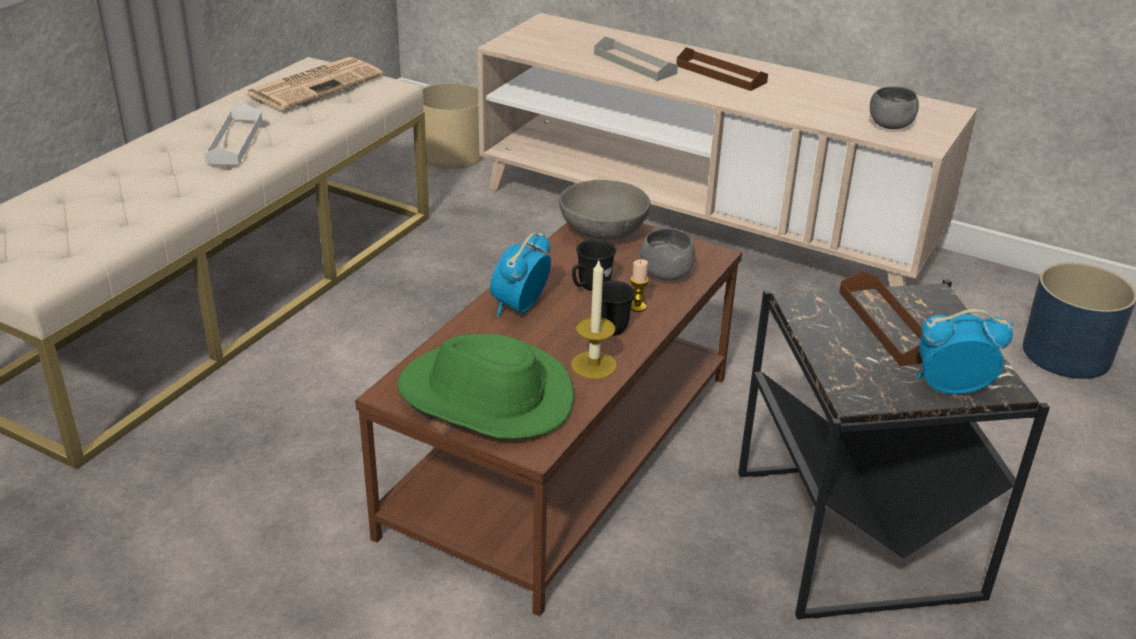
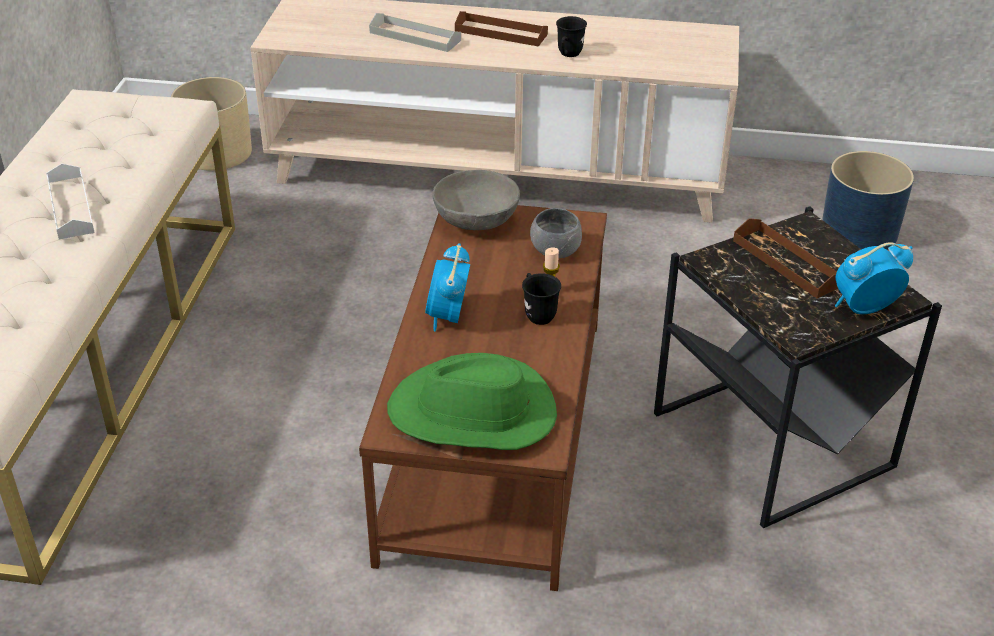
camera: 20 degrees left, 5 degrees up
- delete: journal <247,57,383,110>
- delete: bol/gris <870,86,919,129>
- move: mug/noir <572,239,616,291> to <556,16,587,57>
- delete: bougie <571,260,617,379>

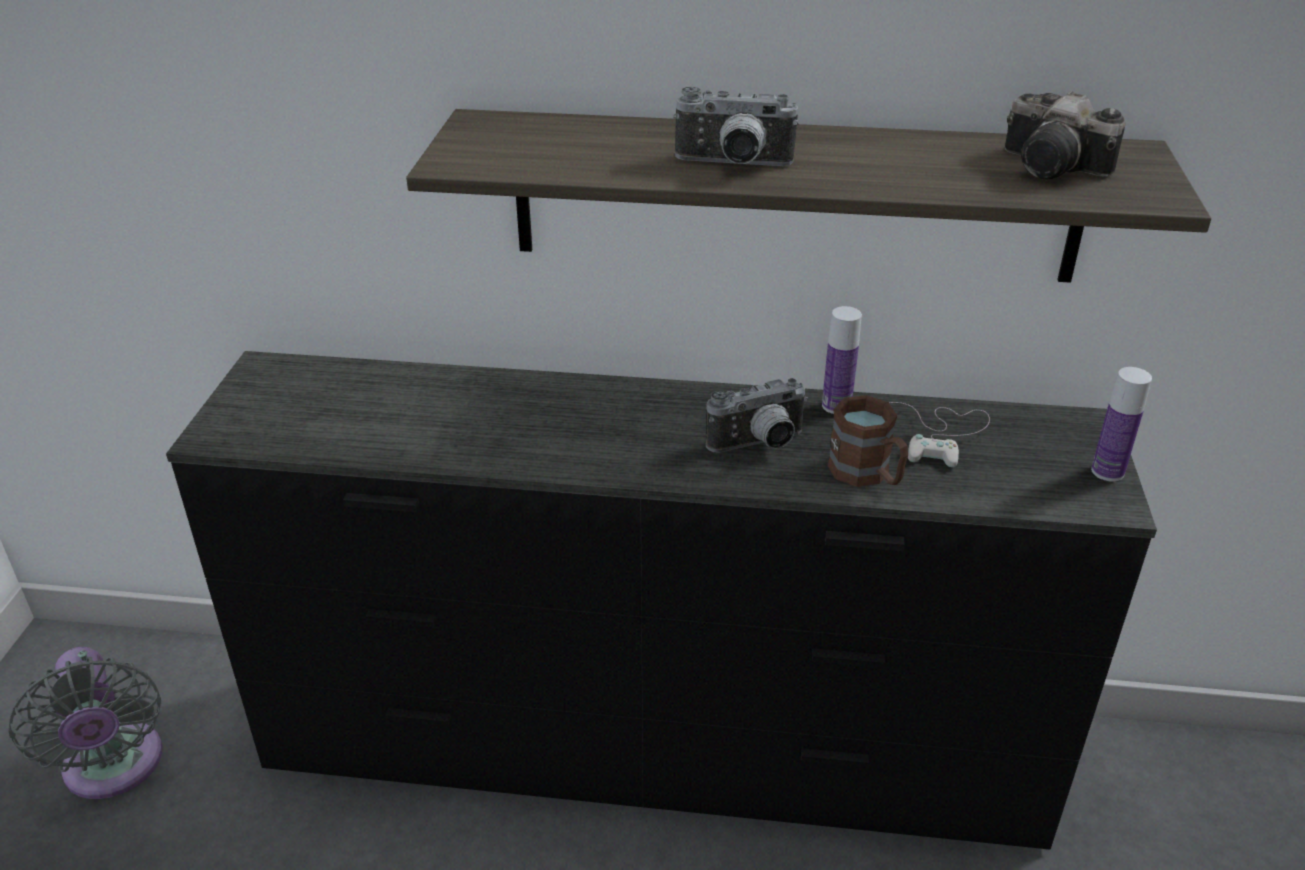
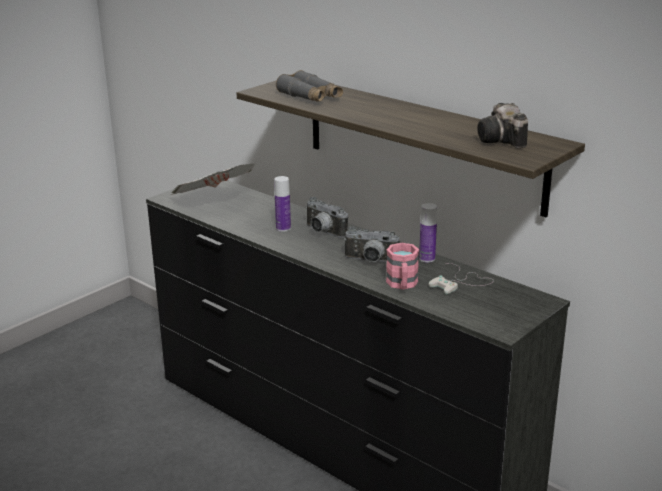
camera: 35 degrees right, 10 degrees down
- move: appareil photo <673,87,799,166> to <305,197,348,238>
- move: bouteille <1091,367,1152,482> to <274,176,291,232>
- recolor: mug/marron <828,395,908,487> to mug/rose <386,243,419,289>
- delete: ventilateur/gris <8,647,162,799>
- insert: jumelles/gris <276,70,343,102>
- insert: journal <170,164,255,195>

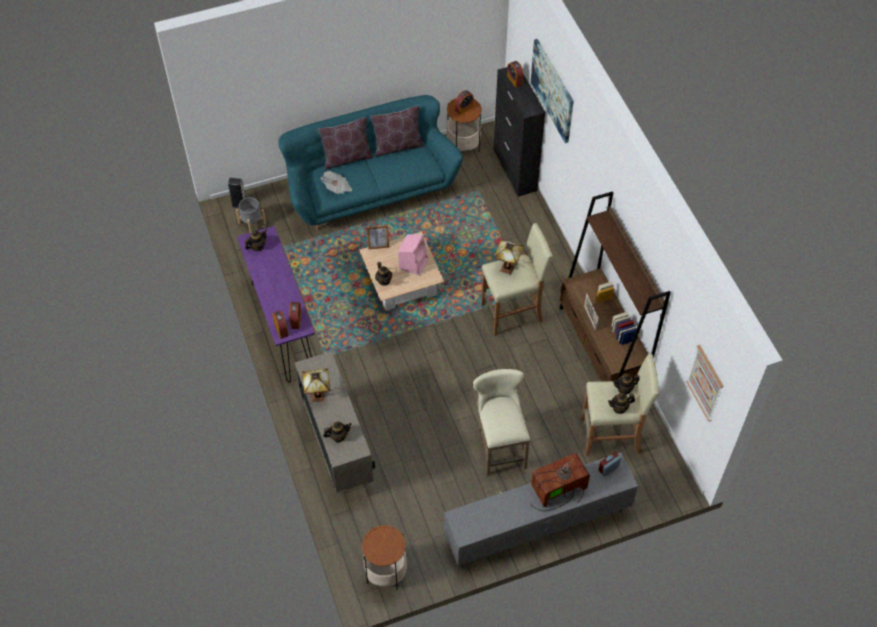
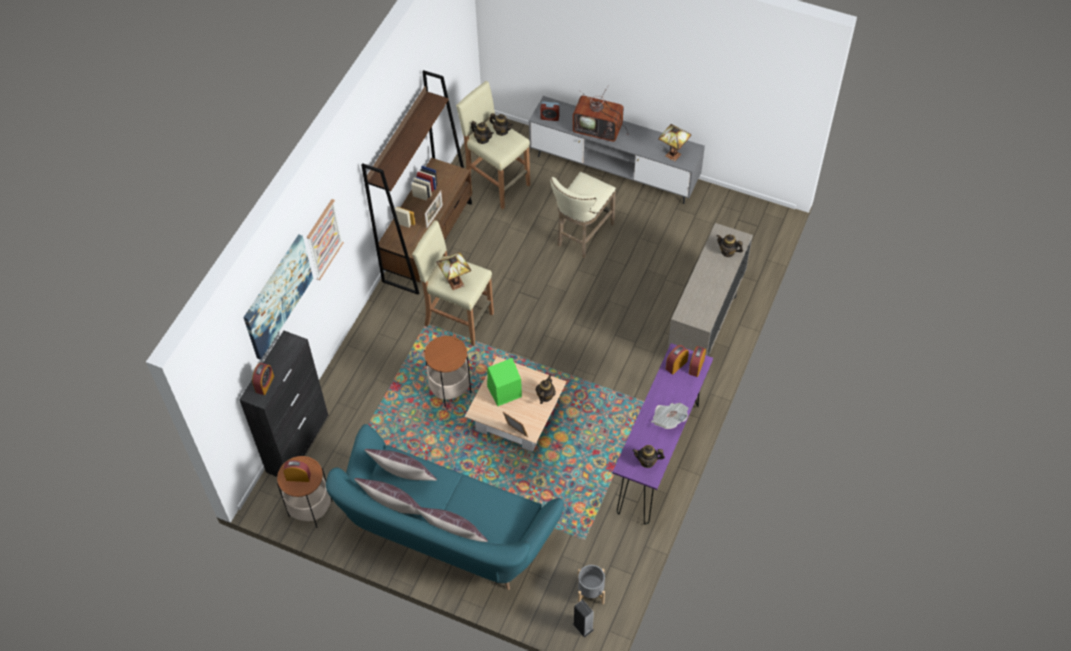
camera: 135 degrees left, 0 degrees up
- move: journal <321,171,352,194> to <651,403,689,429>
- recolor: enceinte/rose <398,234,428,276> to enceinte/vert <487,358,522,406>
- move: tableau <686,345,724,422> to <307,199,344,280>
- move: lampe de table <302,369,331,402> to <658,124,692,162>
- move: table d'appoint <362,525,407,590> to <424,336,472,407>
- insert: coussin/marron <365,449,437,481>

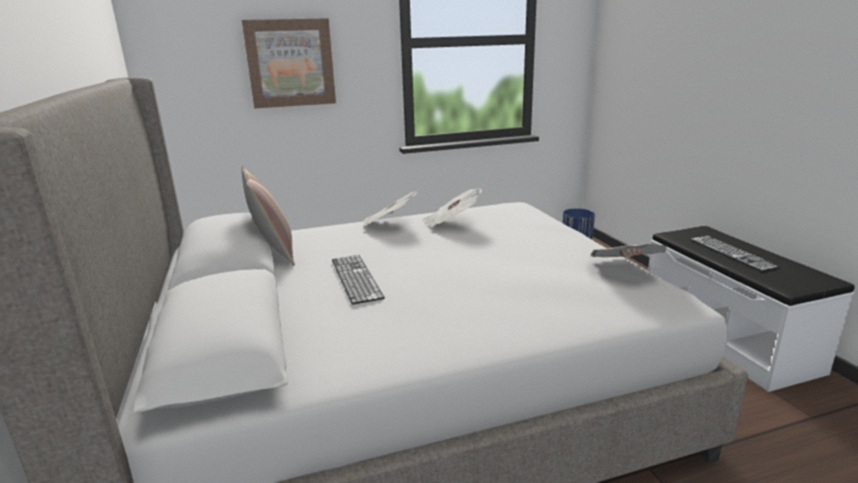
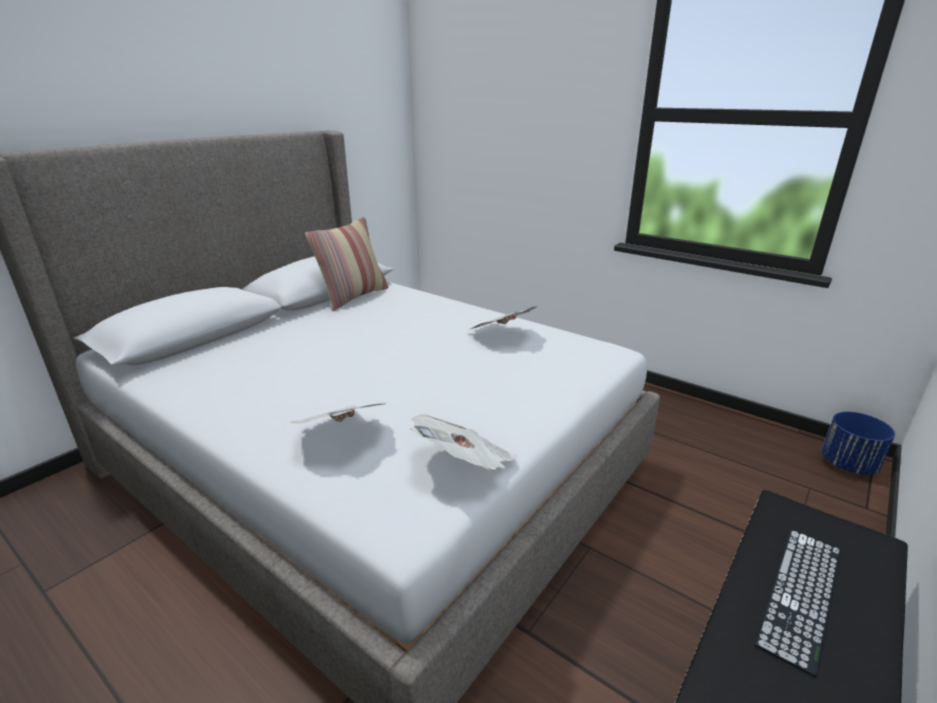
camera: 55 degrees right, 5 degrees up
- delete: tableau <242,18,336,108>
- move: journal <363,192,417,227> to <290,404,382,423>
- delete: clavier <332,255,385,305>

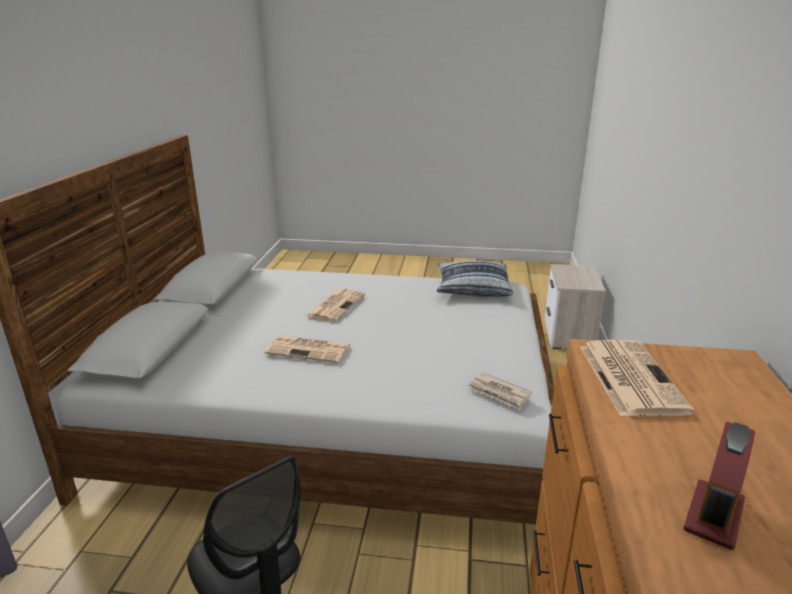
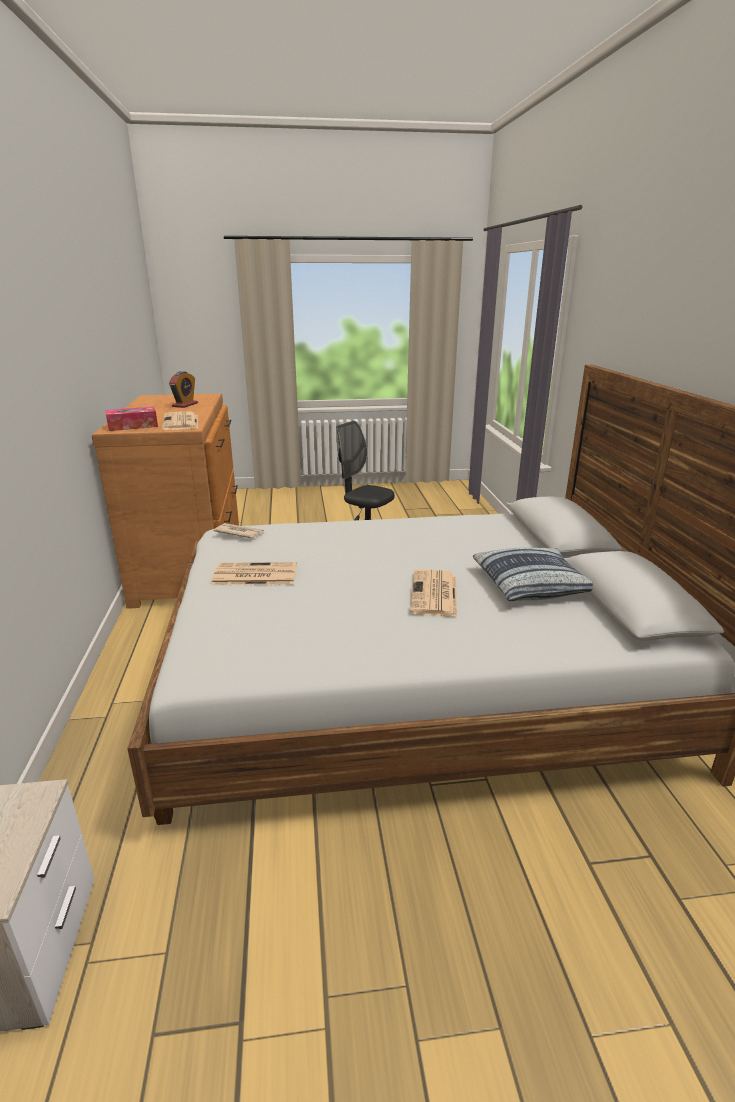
camera: 165 degrees right, 0 degrees up
- move: coussin <437,260,513,297> to <473,548,593,601>
- move: journal <265,335,350,363> to <211,562,297,585>
- insert: boîte à mouchoirs <105,407,158,431>

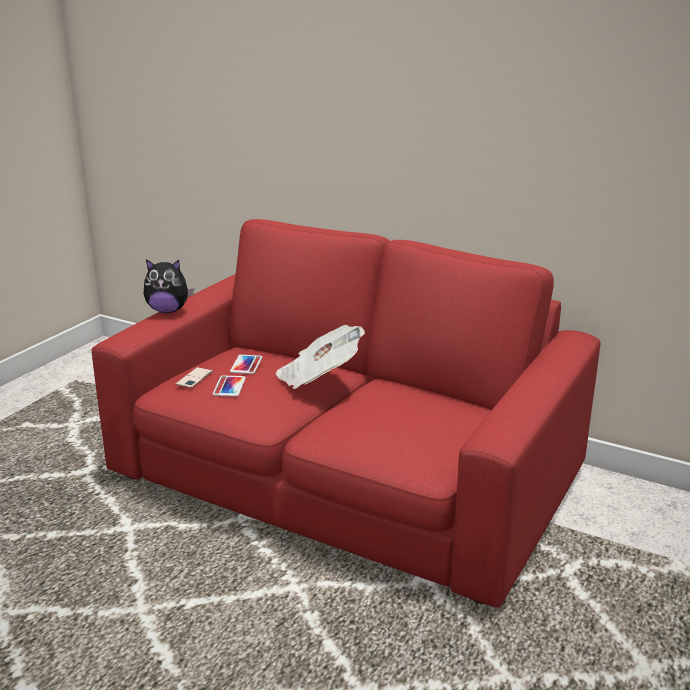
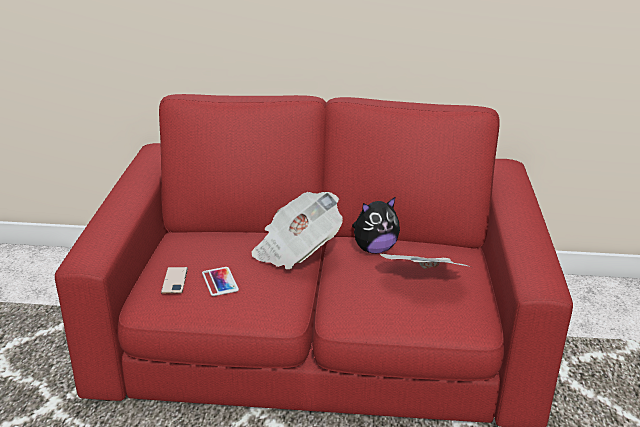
camera: 25 degrees left, 5 degrees up
- move: peluche <144,259,194,313> to <352,197,400,254>
- delete: téléphone <230,355,262,374>
- insert: journal <380,254,471,269>

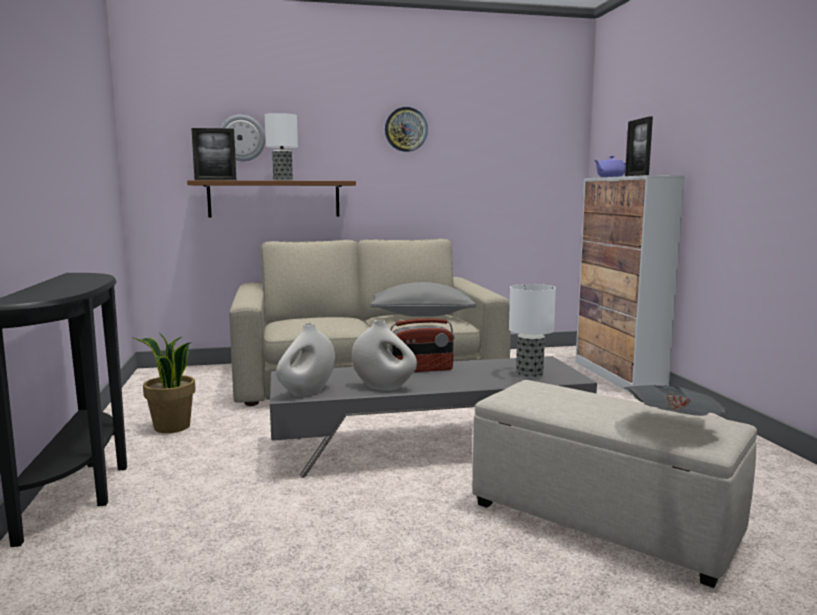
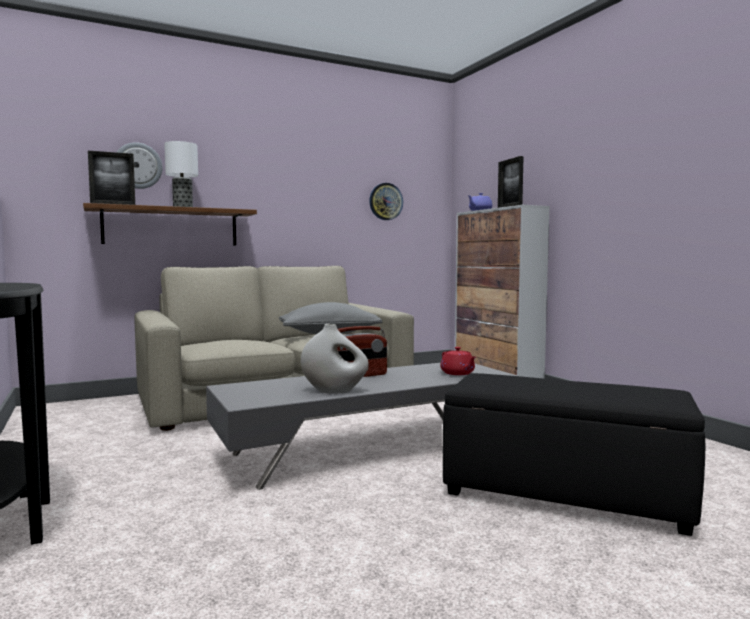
camera: 15 degrees left, 5 degrees down
- move: horloge murale <385,107,428,152> to <369,183,403,220>
- replace: lampe de table <509,284,556,378> to théière/rouge <440,347,476,375>
- delete: vase/blanc <276,323,335,397>
- delete: plante en pot <132,333,196,433>
- recolor: pouf/beige <473,380,757,588> to pouf/noir <443,373,705,536>
- delete: journal <624,385,728,416>

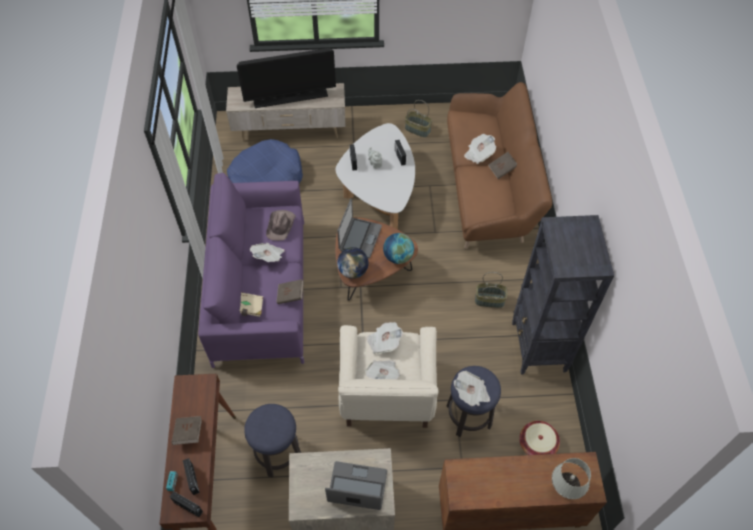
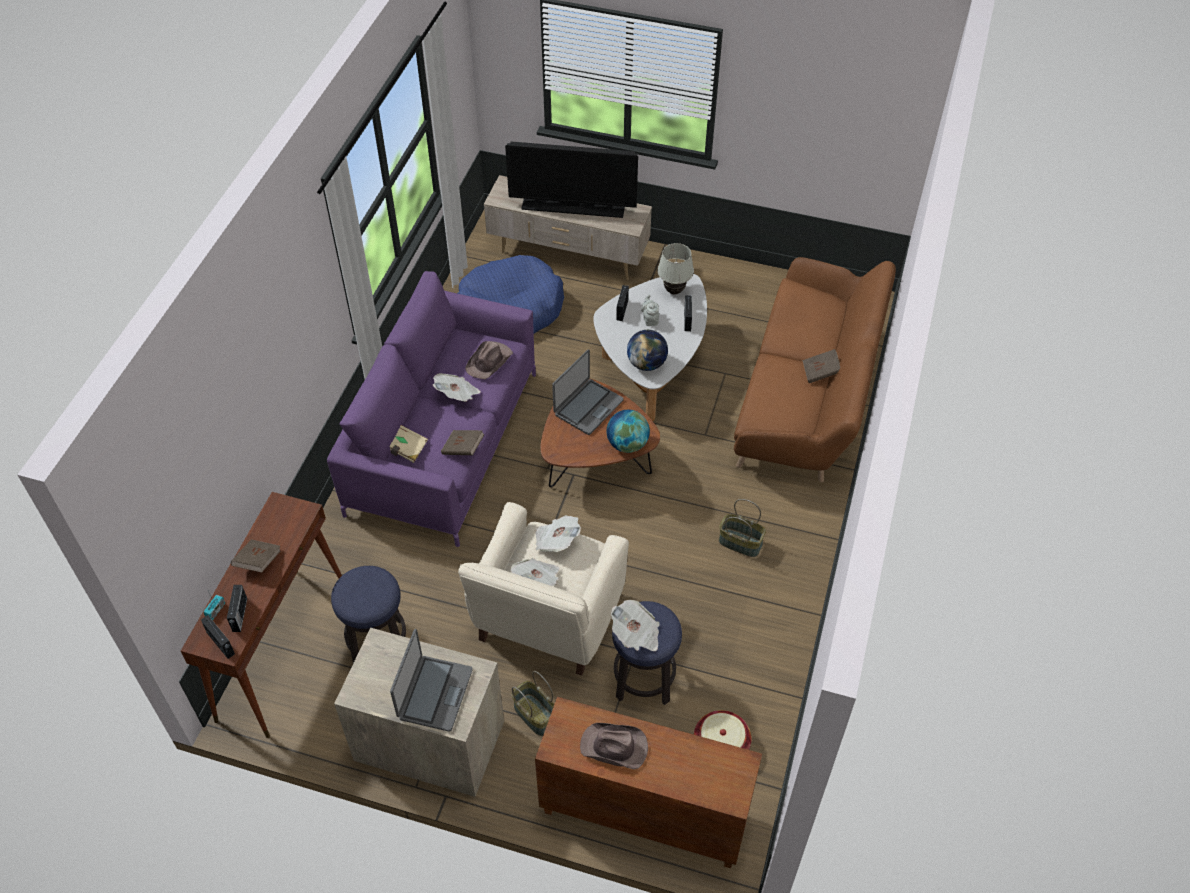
camera: 20 degrees right, 5 degrees down
- move: panier <405,100,432,138> to <512,671,554,736>
- delete: journal <464,134,496,164>
- delete: bibliothèque/noir <512,215,614,374>
- move: globe <337,247,369,279> to <627,330,668,371>
- move: lampe de table/blanc <552,458,591,499> to <657,243,694,295>
- rotate: ordinateur portable <325,461,387,510> = <390,629,473,732> 75 degrees clockwise
- insert: chapeau/marron <580,723,648,769>

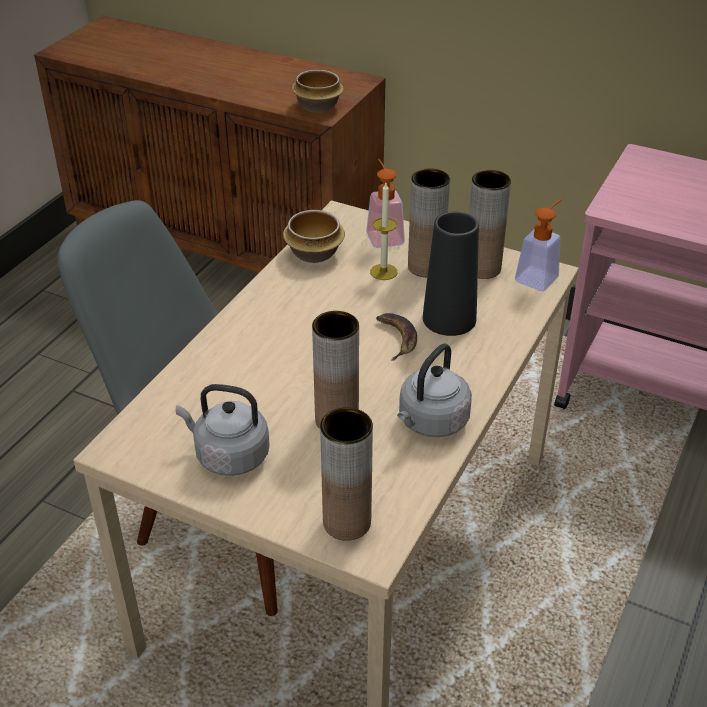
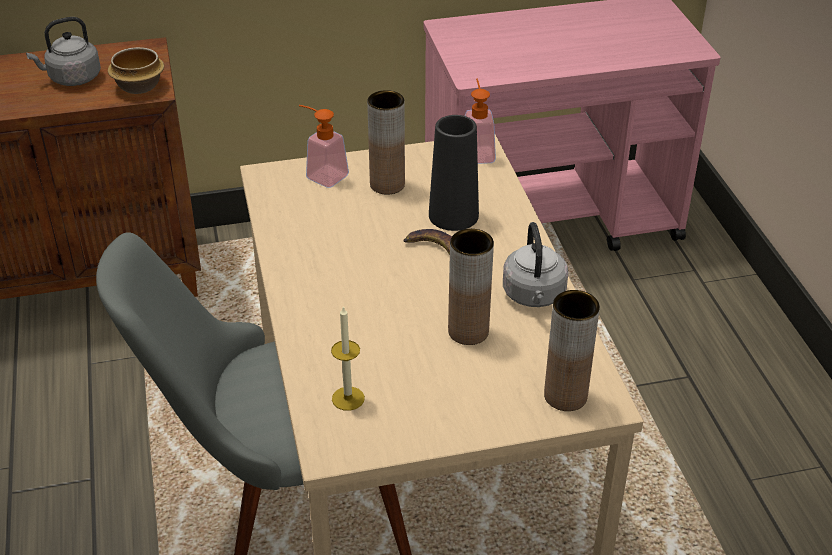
camera: 40 degrees left, 0 degrees up
- delete: vase/marron <469,170,511,279>
- move: bougie <370,183,398,280> to <331,306,365,411>
- delete: bol <283,210,345,263>
- move: bouilloire/gris <176,384,270,476> to <26,17,101,86>

